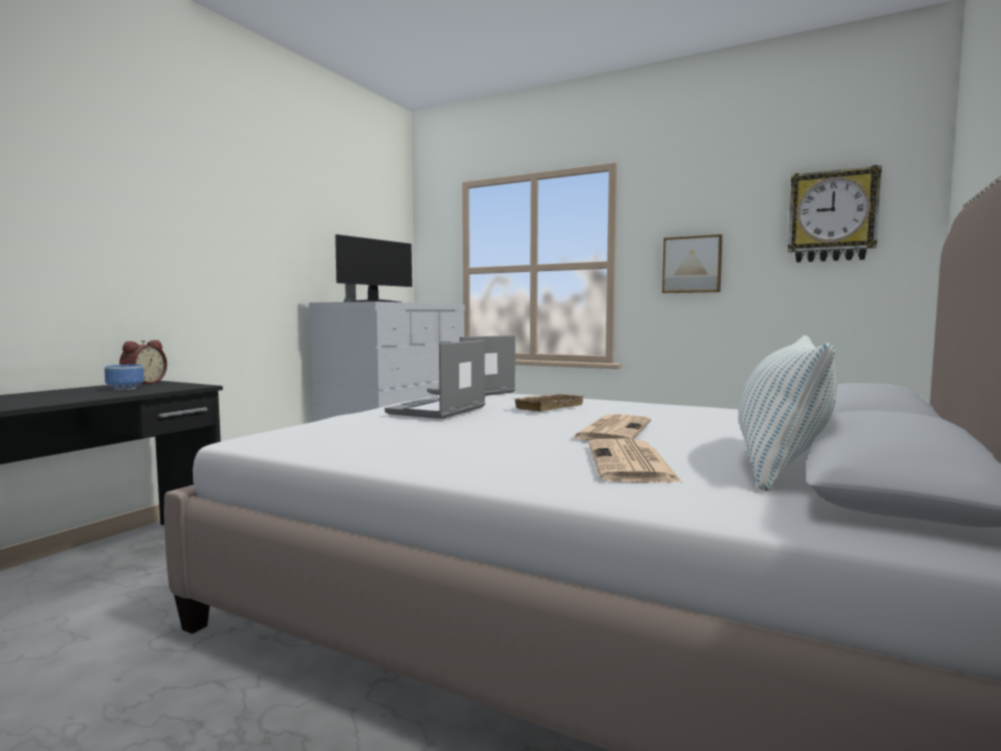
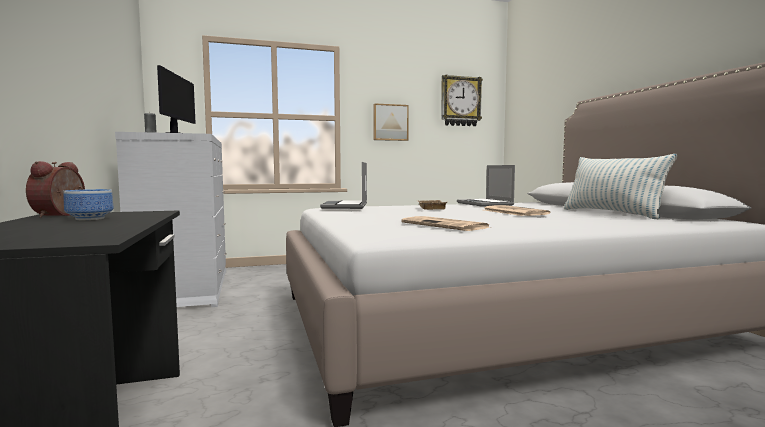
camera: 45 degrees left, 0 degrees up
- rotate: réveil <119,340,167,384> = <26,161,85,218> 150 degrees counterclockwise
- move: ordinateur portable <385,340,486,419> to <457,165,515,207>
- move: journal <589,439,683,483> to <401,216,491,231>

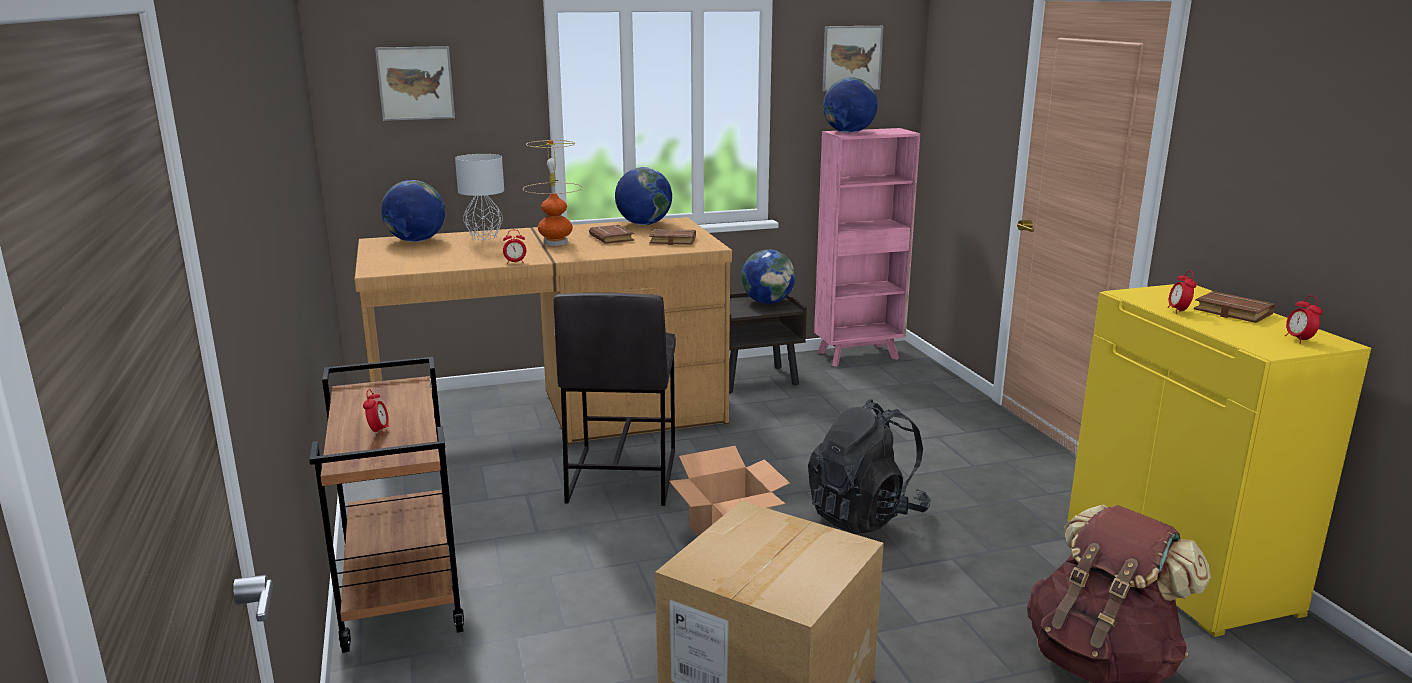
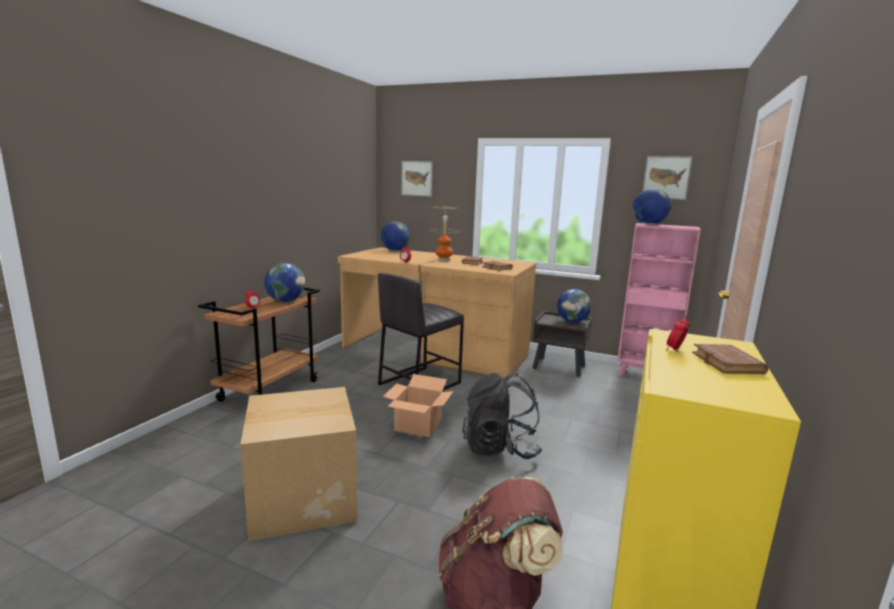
camera: 40 degrees right, 5 degrees down
- delete: lampe de table/gris <455,154,504,240>
- move: globe <615,167,672,225> to <264,263,305,302>
- delete: réveil <1285,296,1323,344>

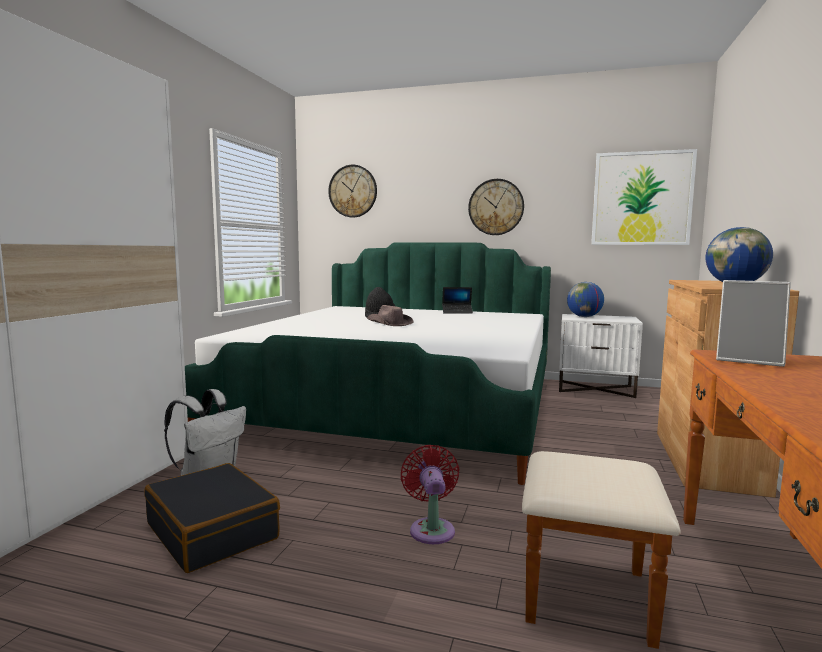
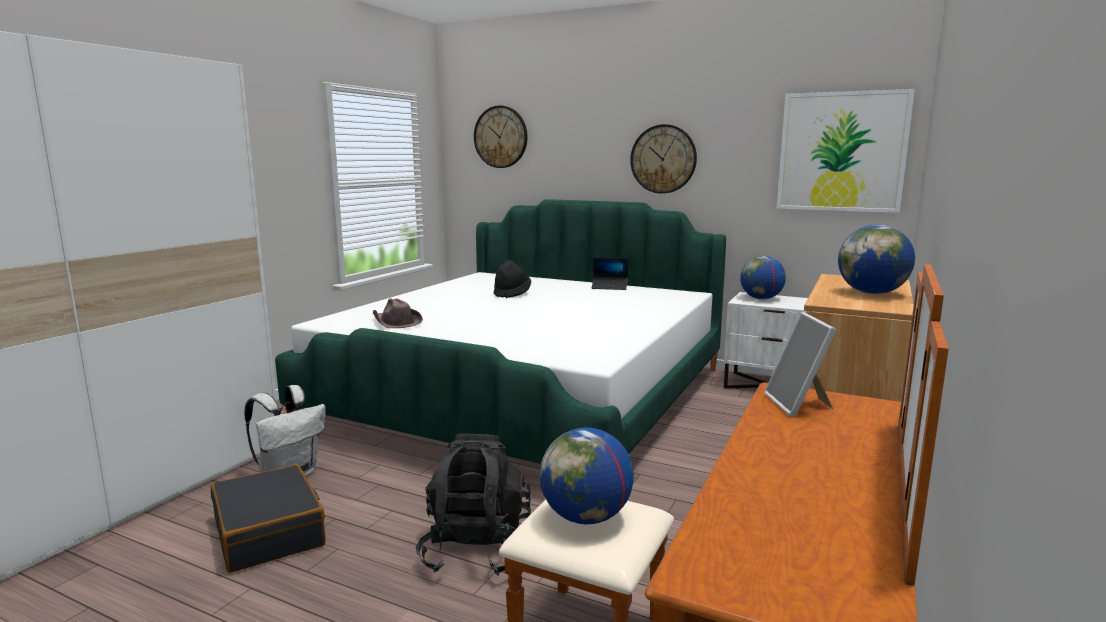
camera: 10 degrees right, 5 degrees up
- rotate: cadre photo <716,280,791,367> = <764,312,837,417> 45 degrees clockwise
- move: chapeau/marron <367,305,413,326> to <373,298,423,328>
- replace: ventilateur/rouge <401,445,460,544> to sac à dos/noir <416,434,531,576>
- insert: globe <540,427,634,524>

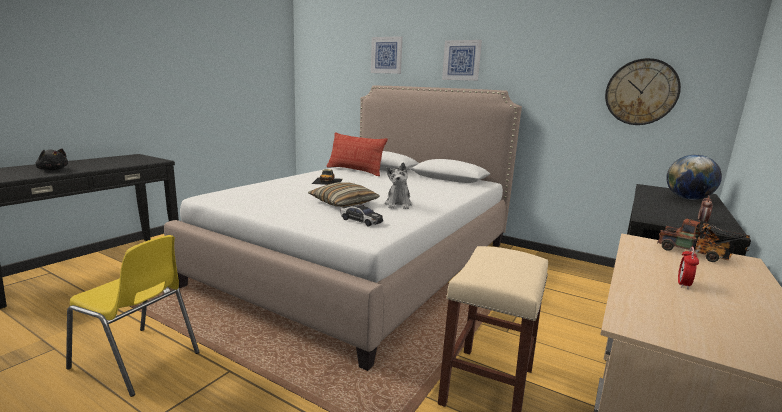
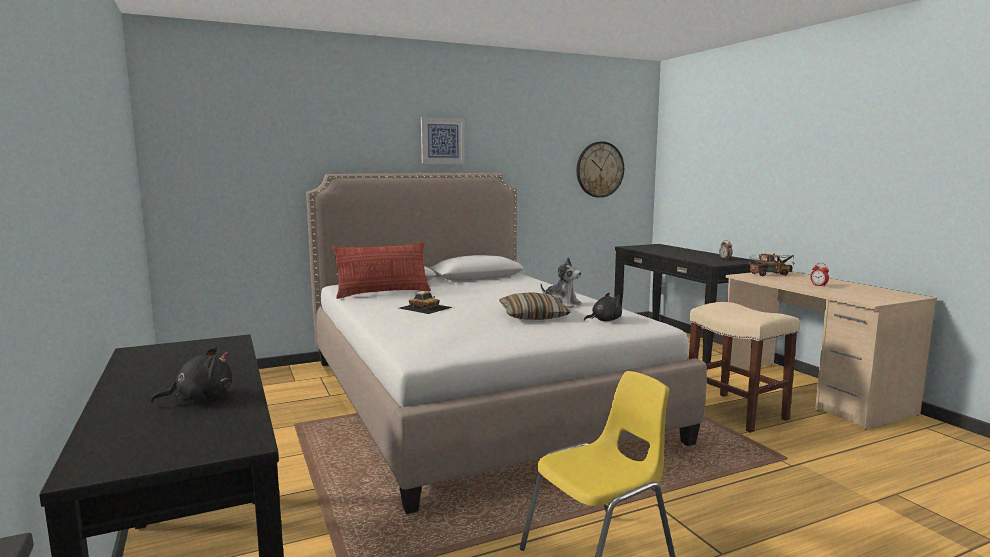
camera: 55 degrees left, 5 degrees down
- delete: tableau <371,36,403,74>
- delete: globe <666,155,722,200>
- replace: petite voiture <340,204,383,226> to peluche/noir <584,293,622,321>

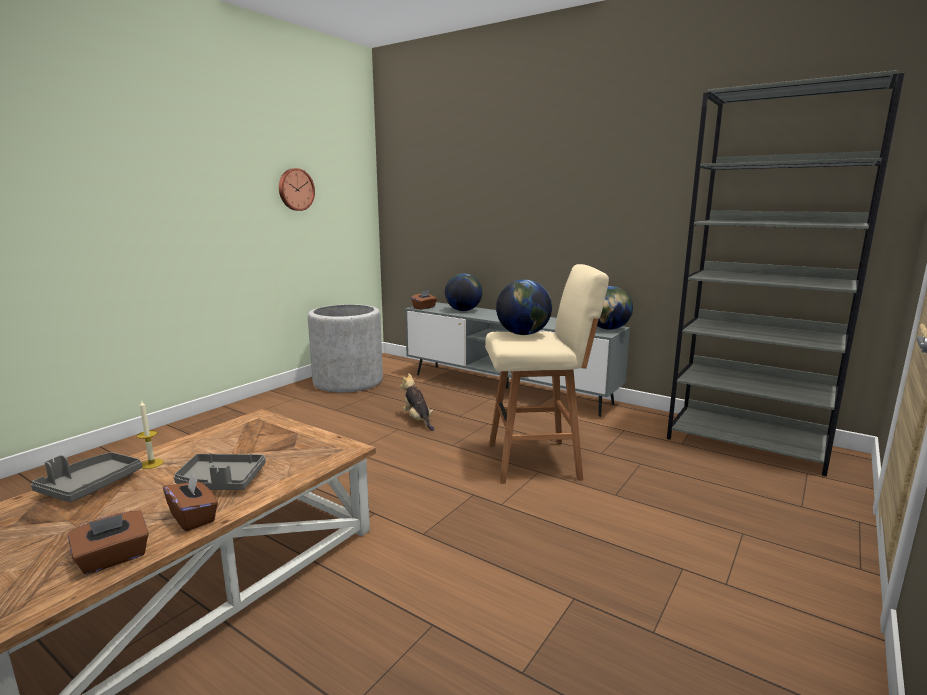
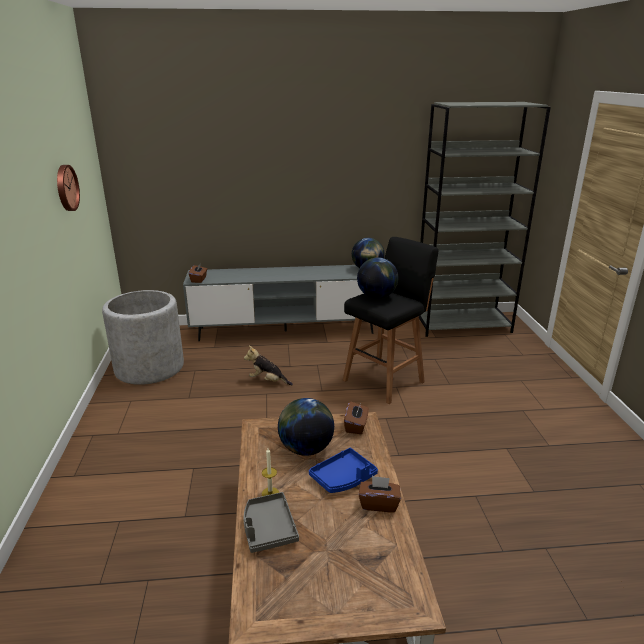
camera: 40 degrees left, 10 degrees up
- recolor: tabouret/beige <485,264,609,484> to tabouret/noir <343,237,438,404>
- move: globe <445,274,482,311> to <278,398,334,456>
- recolor: plateau/gris <174,453,266,490> to plateau/bleu <309,448,378,493>
- move: boîte à mouchoirs/marron <68,511,149,575> to <344,401,369,434>

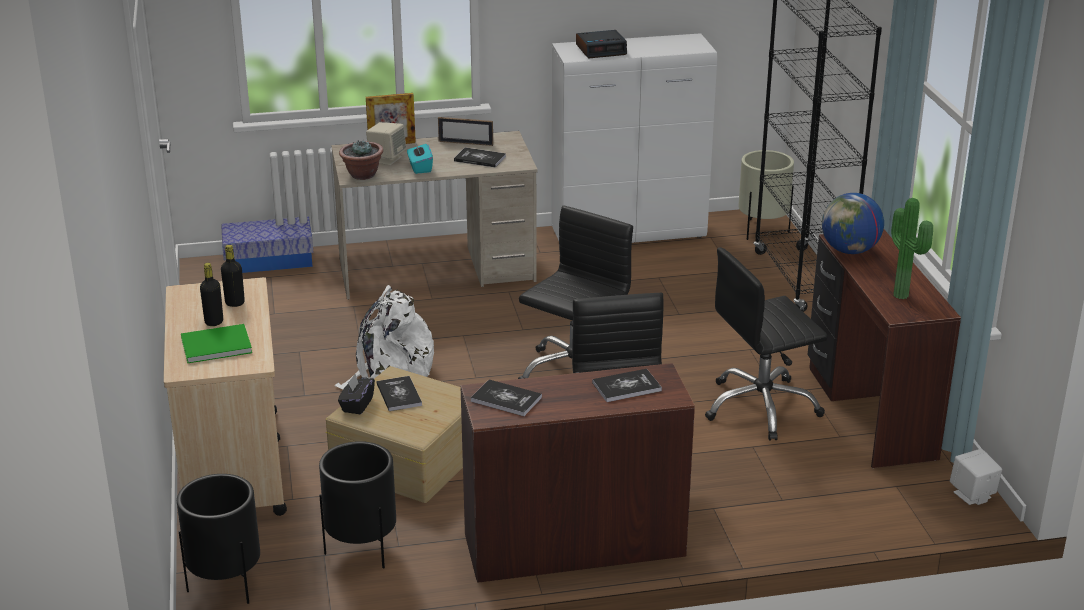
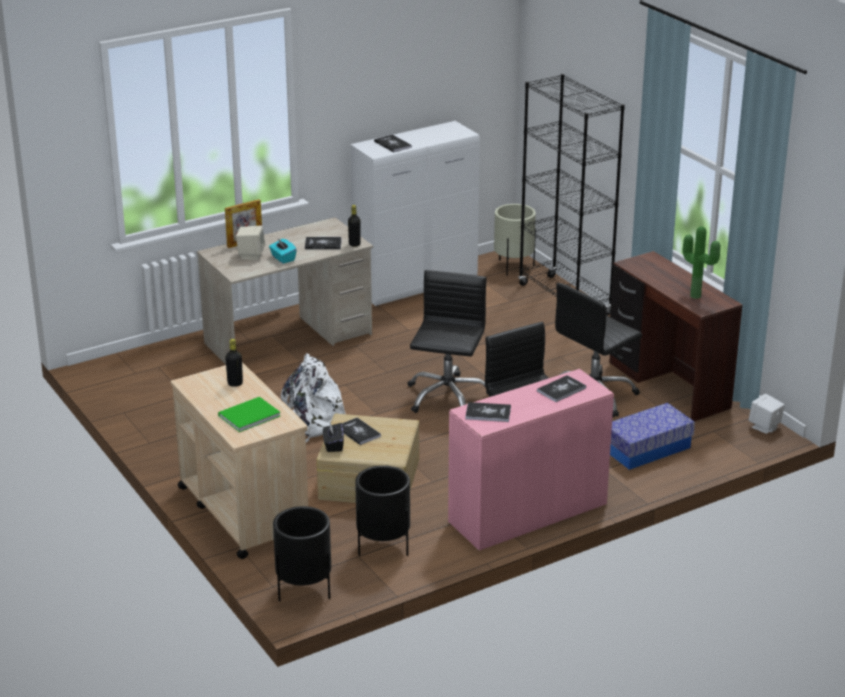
camera: 20 degrees left, 0 degrees up
- replace: réveil <576,30,627,58> to livre <374,135,412,153>
- delete: cadre photo <438,117,493,146>
- delete: plante en pot <339,140,383,180>
- delete: globe <822,193,884,254>
- move: boîte de rangement <221,216,313,273> to <610,403,695,470>
- move: bouteille/noir <200,263,223,326> to <348,205,361,247>
- recolor: bureau/marron <461,363,695,583> to bureau/rose <448,369,614,551>

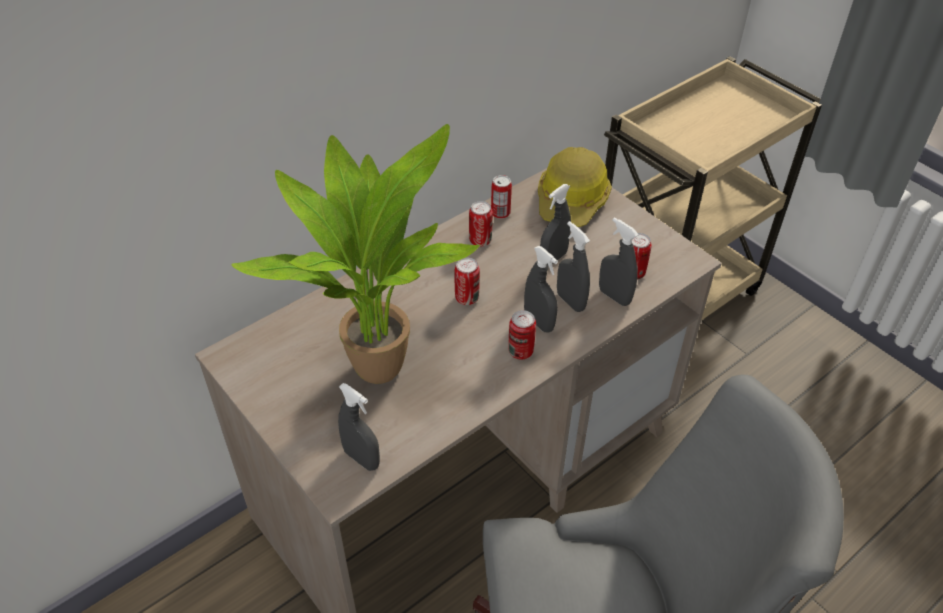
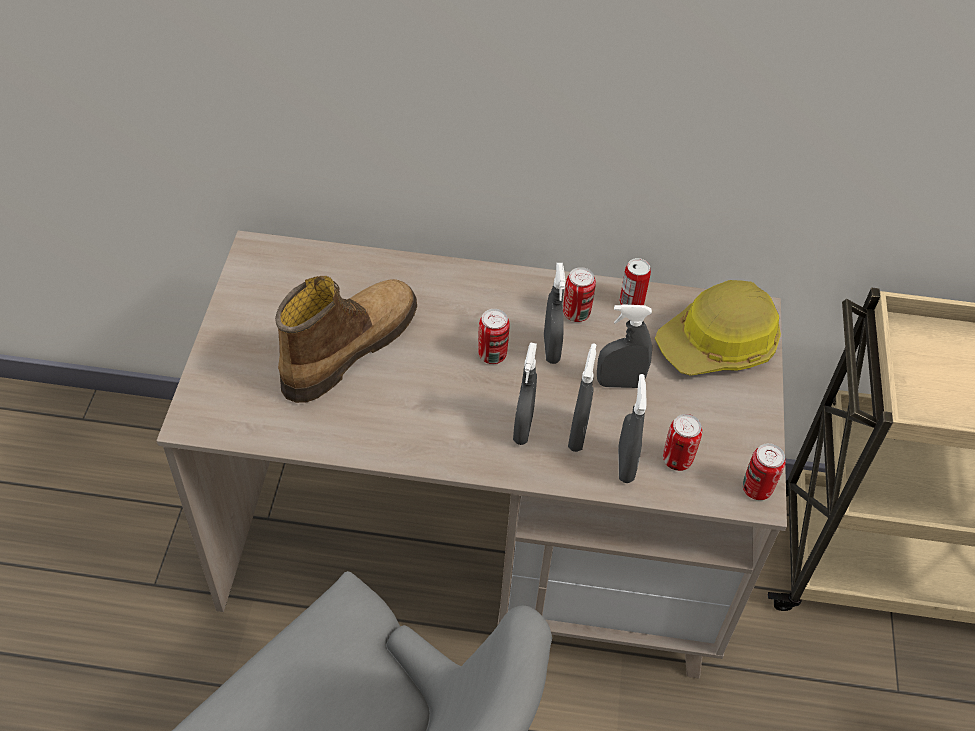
camera: 45 degrees right, 5 degrees up
- replace: plante en pot <231,124,480,384> to botte <275,276,417,403>
- move: boîte métallique <509,310,536,360> to <743,443,786,500>
- move: vaporisateur/gris <338,383,380,471> to <544,263,565,364>

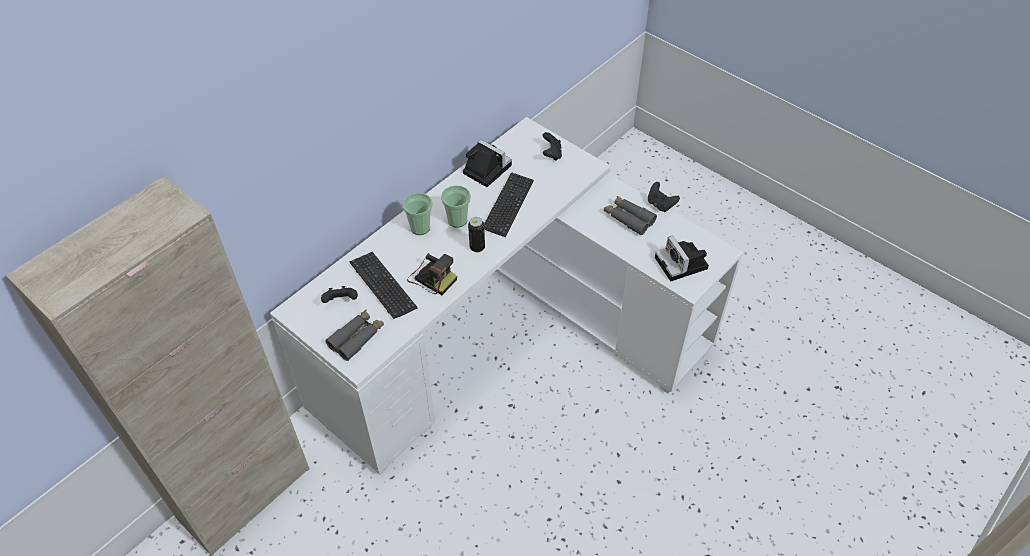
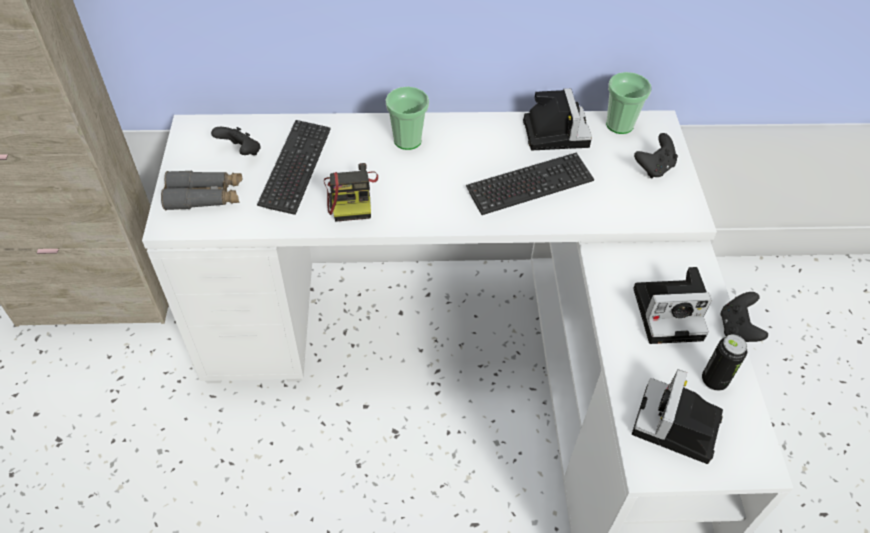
camera: 45 degrees right, 0 degrees up
- move: tasse <441,185,471,228> to <606,72,651,134>
- replace: jumelles/gris <604,196,657,235> to appareil photo <633,267,712,344>
- move: boîte métallique <468,217,485,253> to <702,335,747,390>

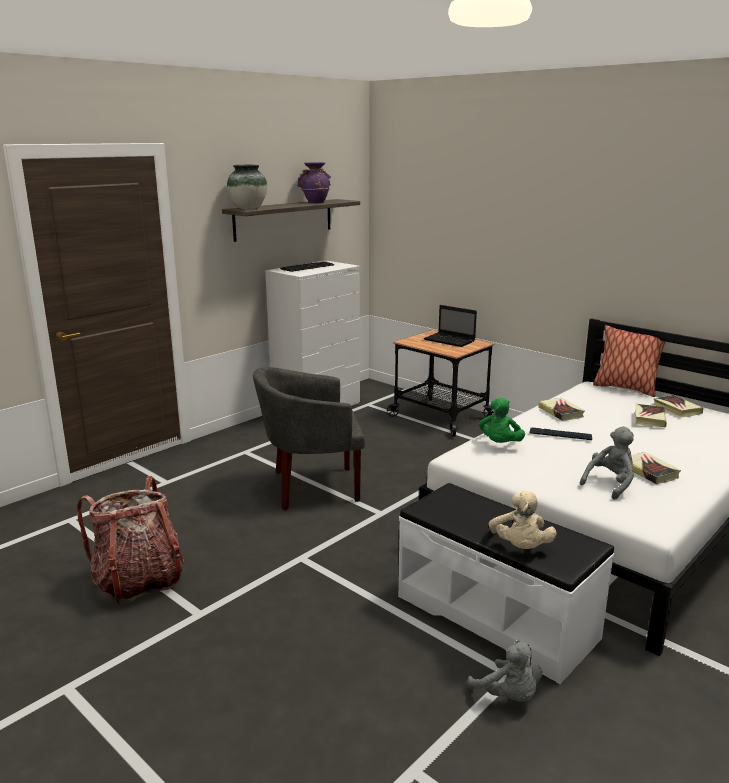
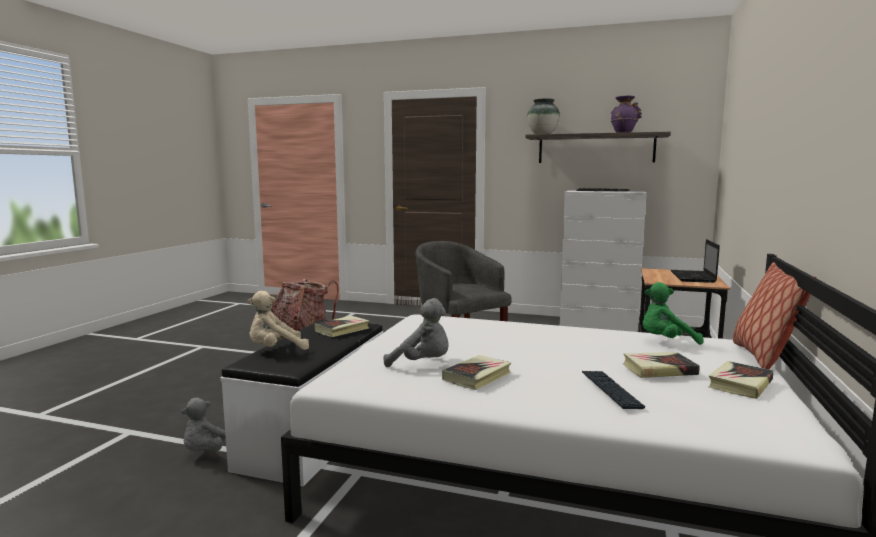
camera: 65 degrees right, 10 degrees down
- move: peluche/vert <479,398,525,443> to <642,282,704,345>
- move: livre <538,398,585,421> to <314,316,369,337>
- move: clavier <529,427,592,440> to <582,371,645,409>

